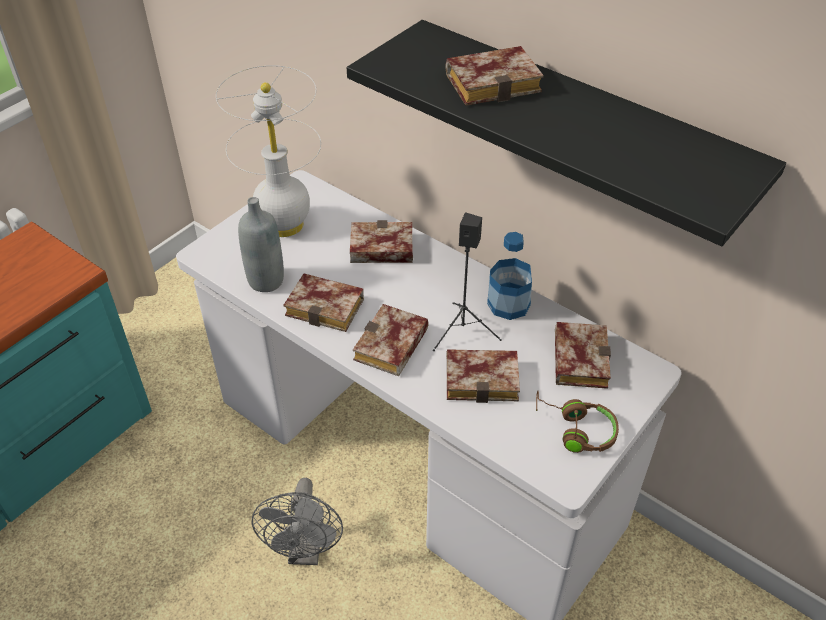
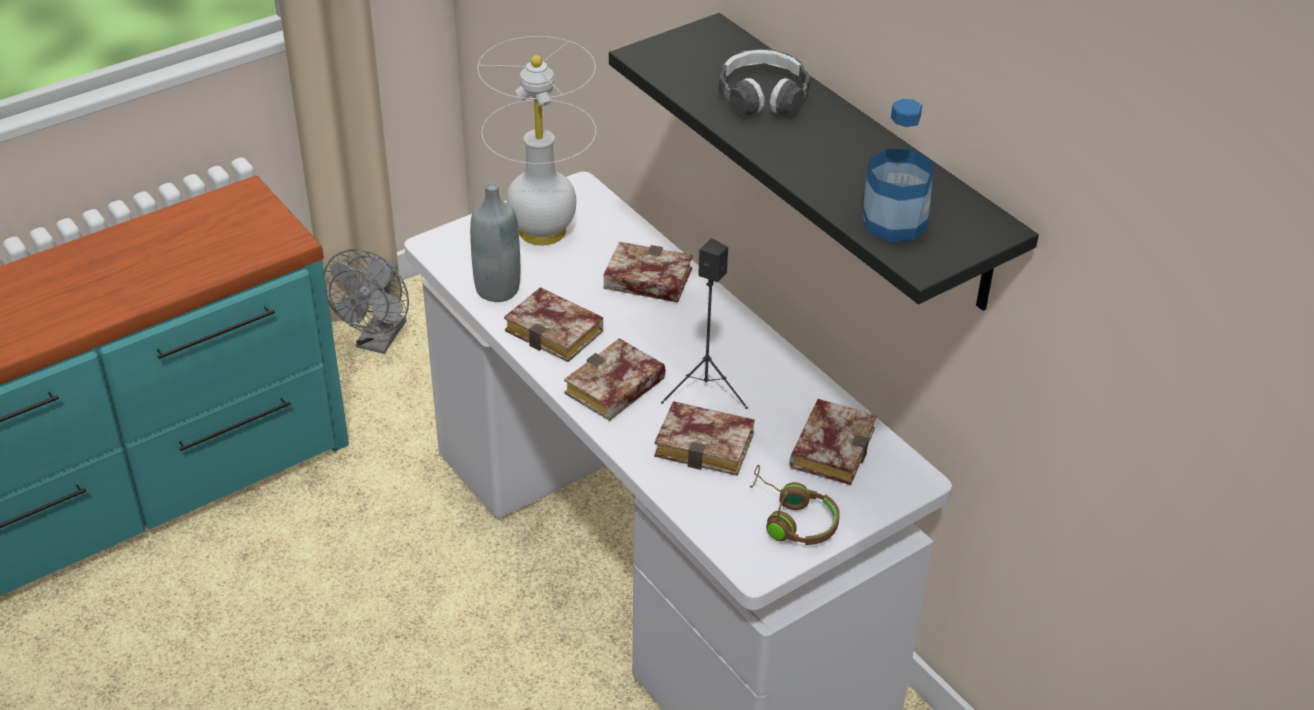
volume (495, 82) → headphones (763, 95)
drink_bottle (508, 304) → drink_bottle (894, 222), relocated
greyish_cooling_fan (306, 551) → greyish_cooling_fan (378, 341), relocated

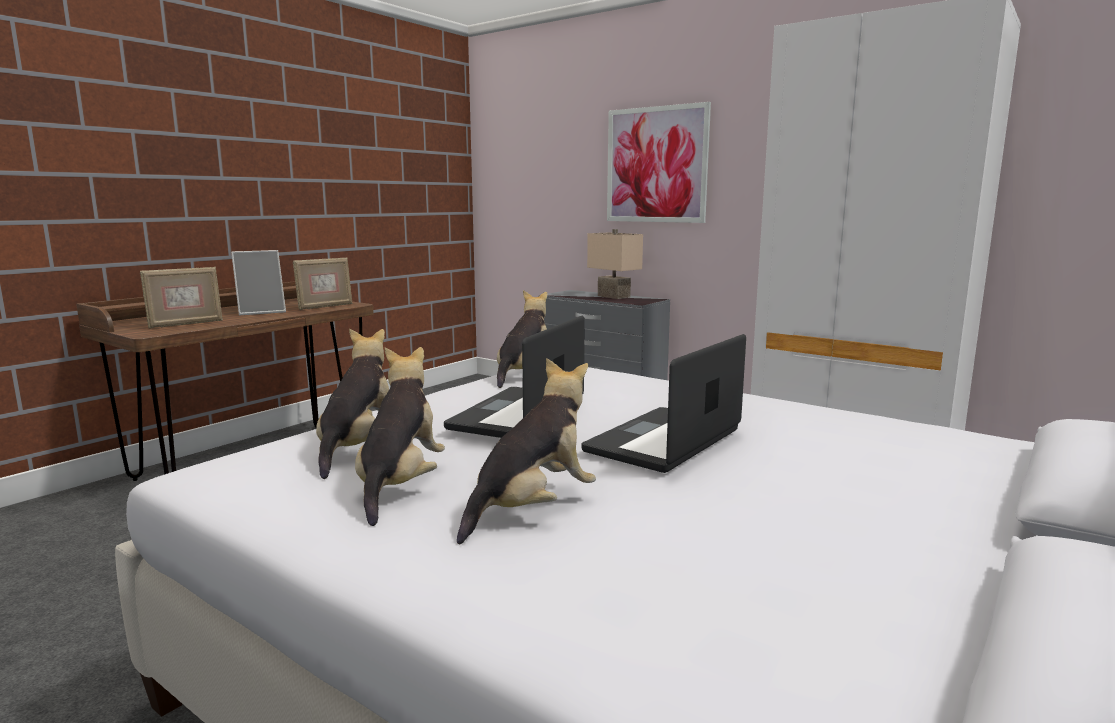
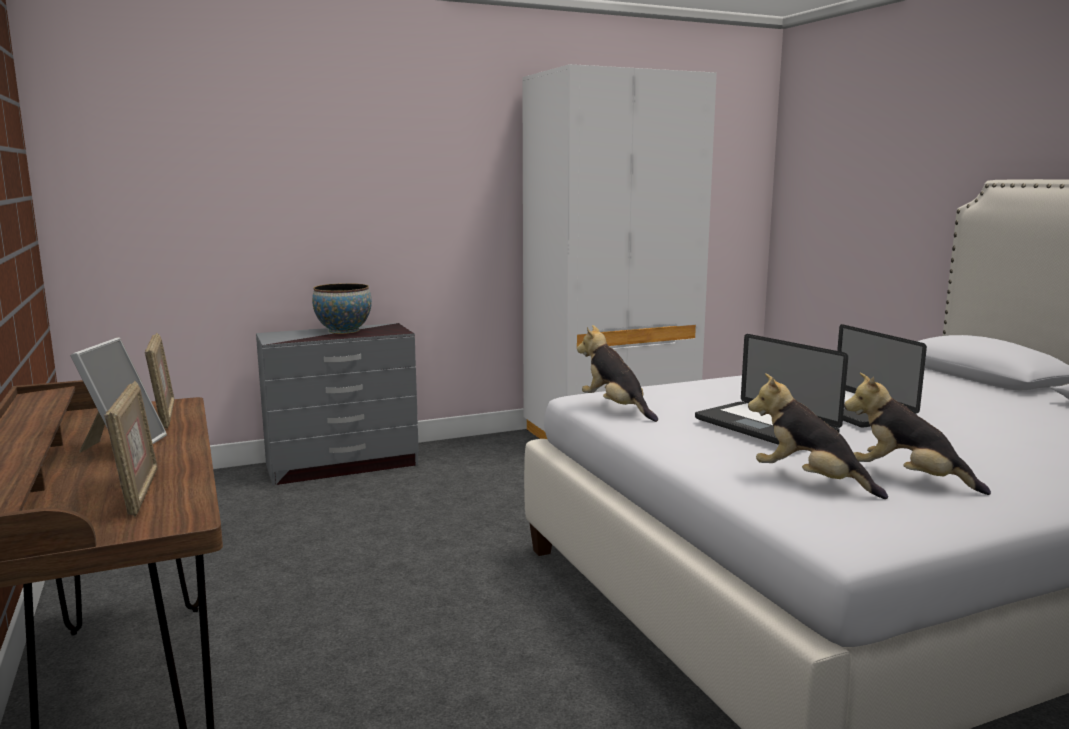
wall_art (656, 165) → -
sand-coloured_lamp_for_a_table (612, 296) → deep_dish (343, 331)
plush_toy (532, 508) → -

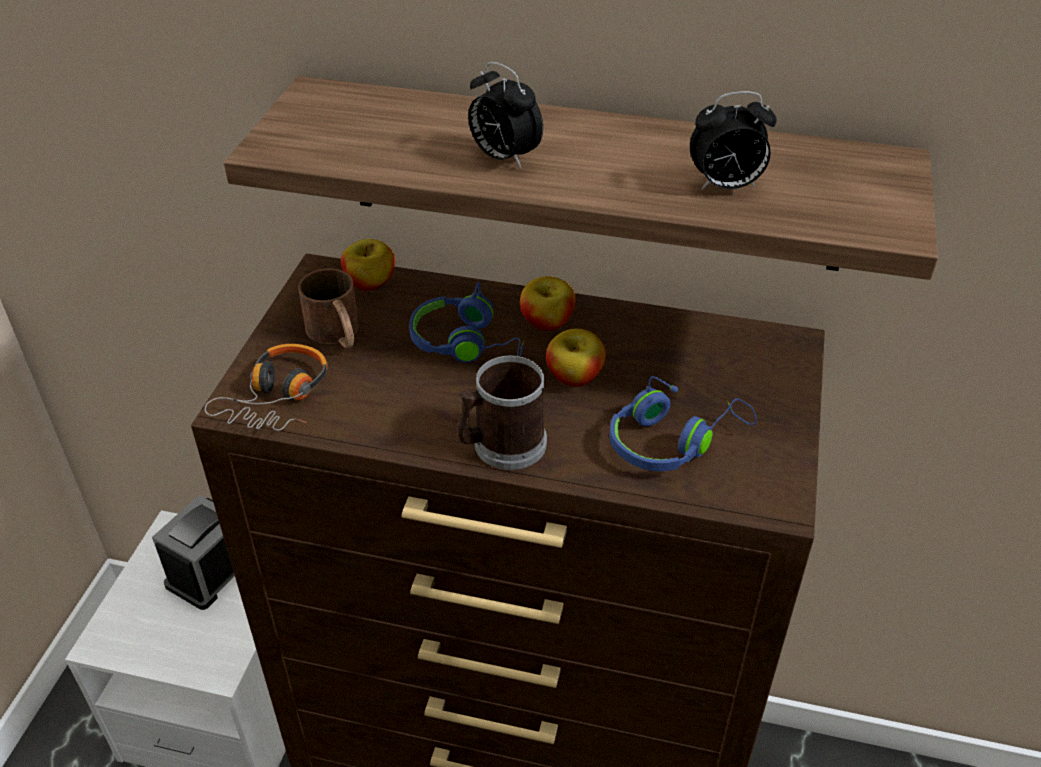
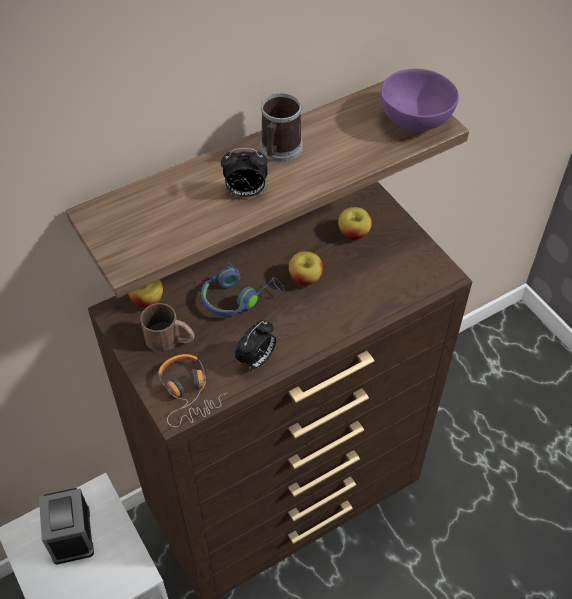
table_clock (725, 186) → table_clock (256, 360), relocated
whole_apple (547, 322) → whole_apple (354, 233), relocated
tea_mug (502, 445) → tea_mug (279, 150), relocated
bluish_headphones (672, 440) → -
- → purple-coloured_deep_dish (413, 119)

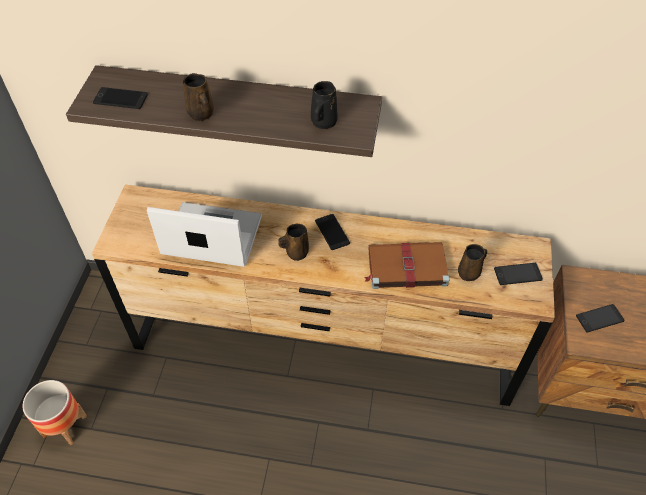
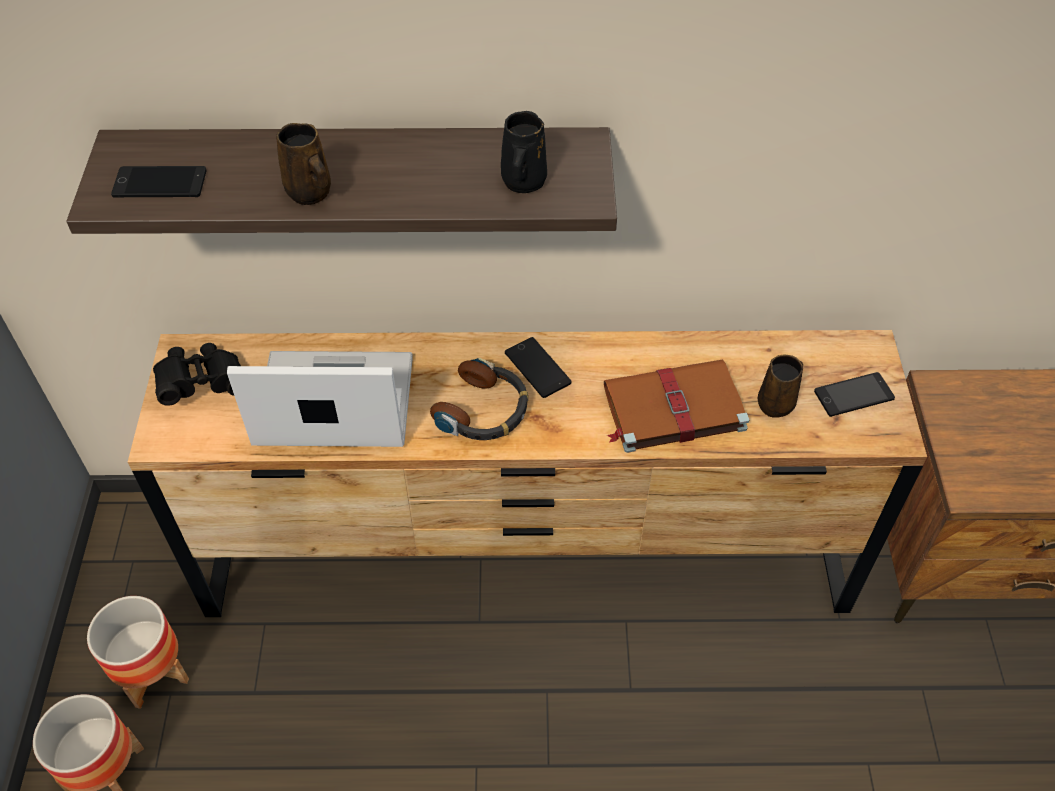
brownish_tea_mug (295, 252) → headphones (484, 410)
phone (599, 318) → -
- → black-coloured_binoculars (203, 384)
- → plant_pot (153, 673)

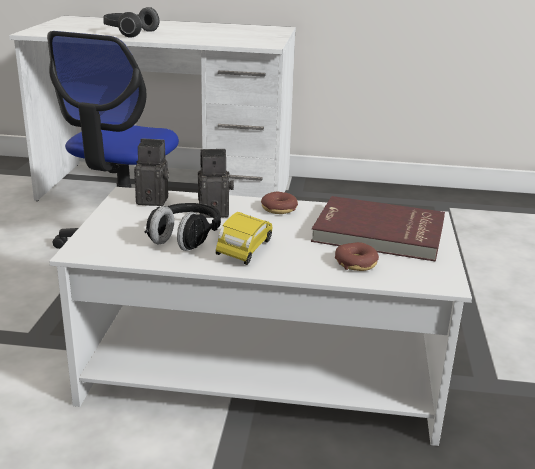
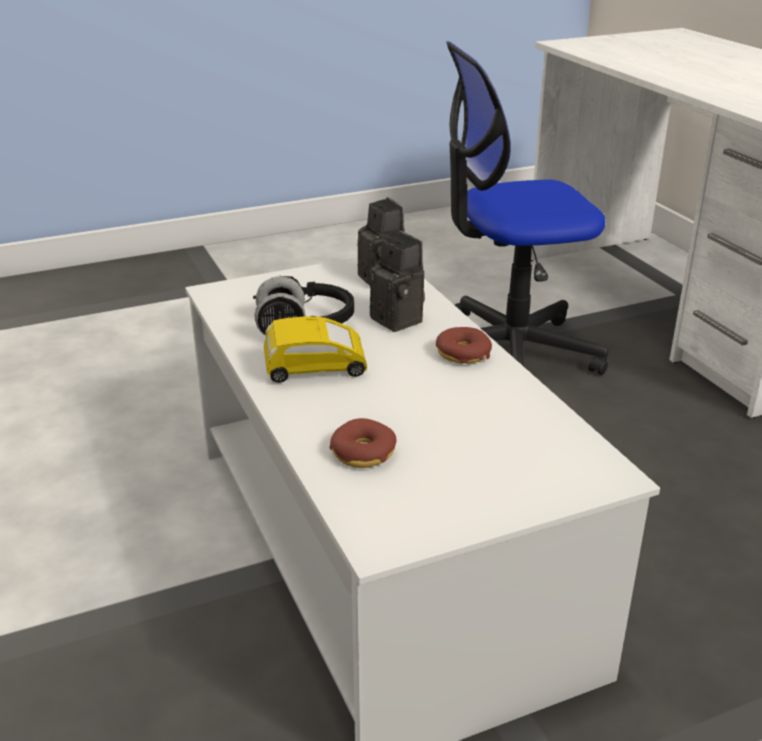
headphones (129, 33) → -
red-coloured_volume (378, 233) → -

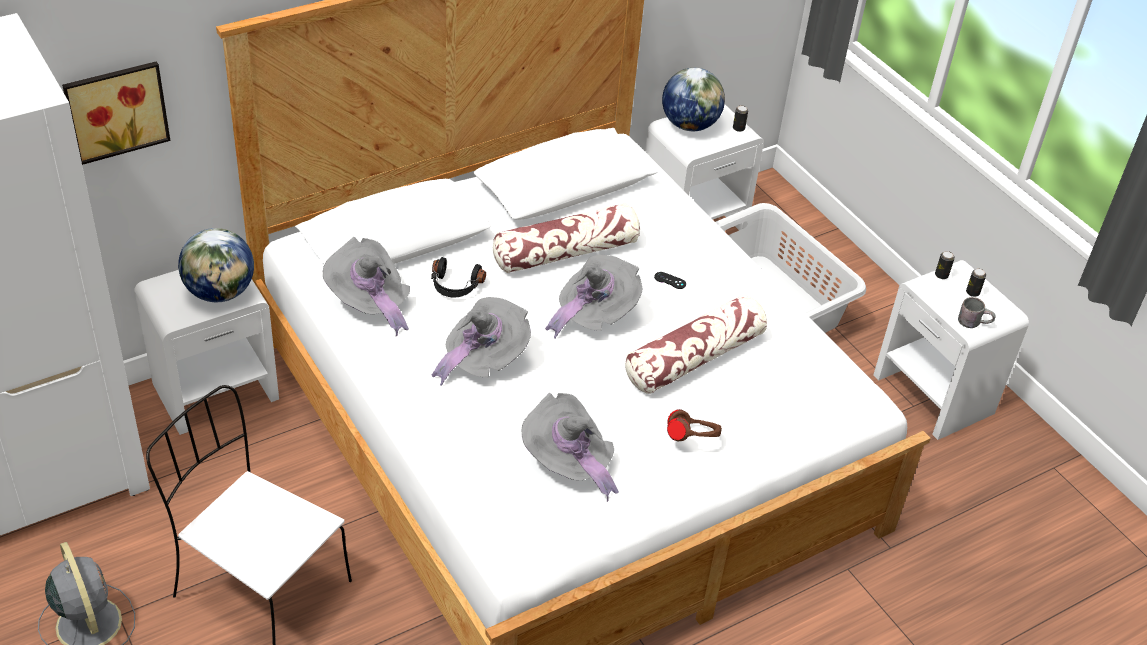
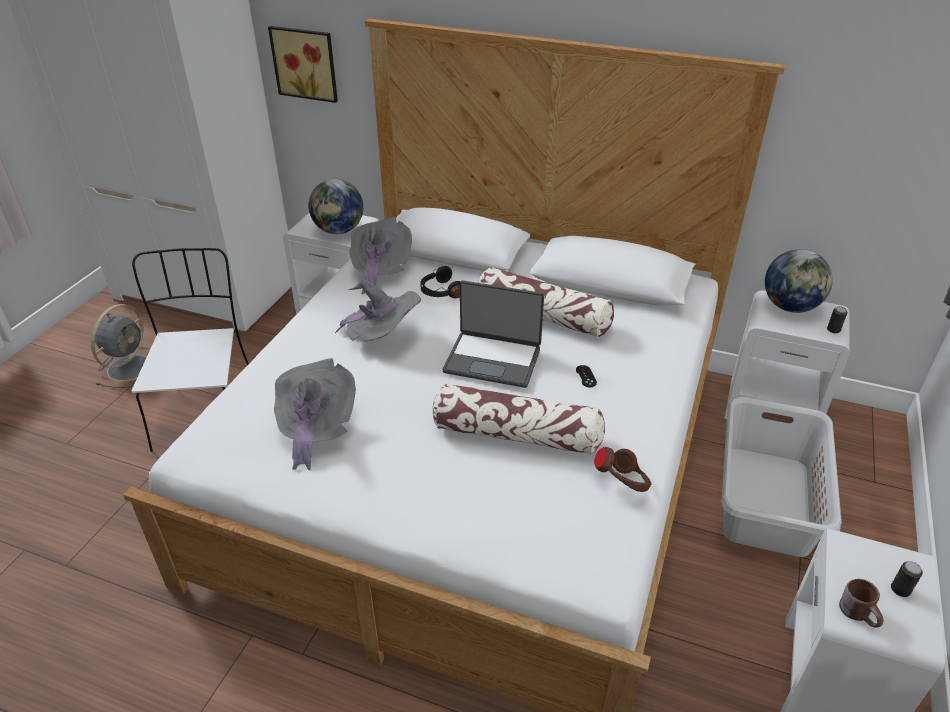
metal_can (941, 275) → -
greyish_wearable_hat (594, 315) → notebook_computer (493, 359)
greyish_tea_mug (973, 321) → brownish_tea_mug (860, 614)
brownish_headphones (692, 440) → brownish_headphones (622, 484), relocated

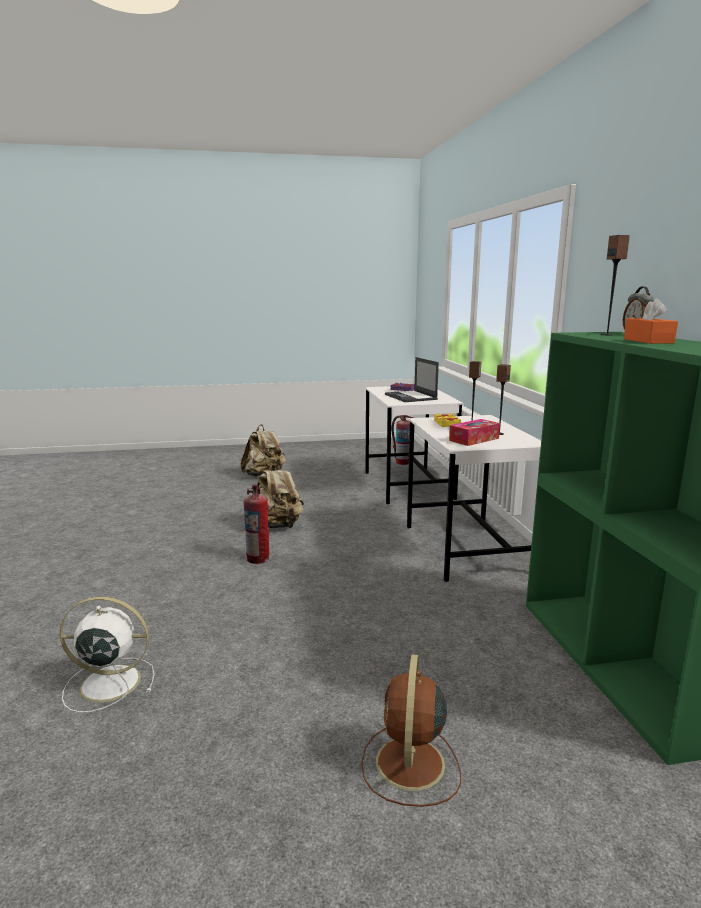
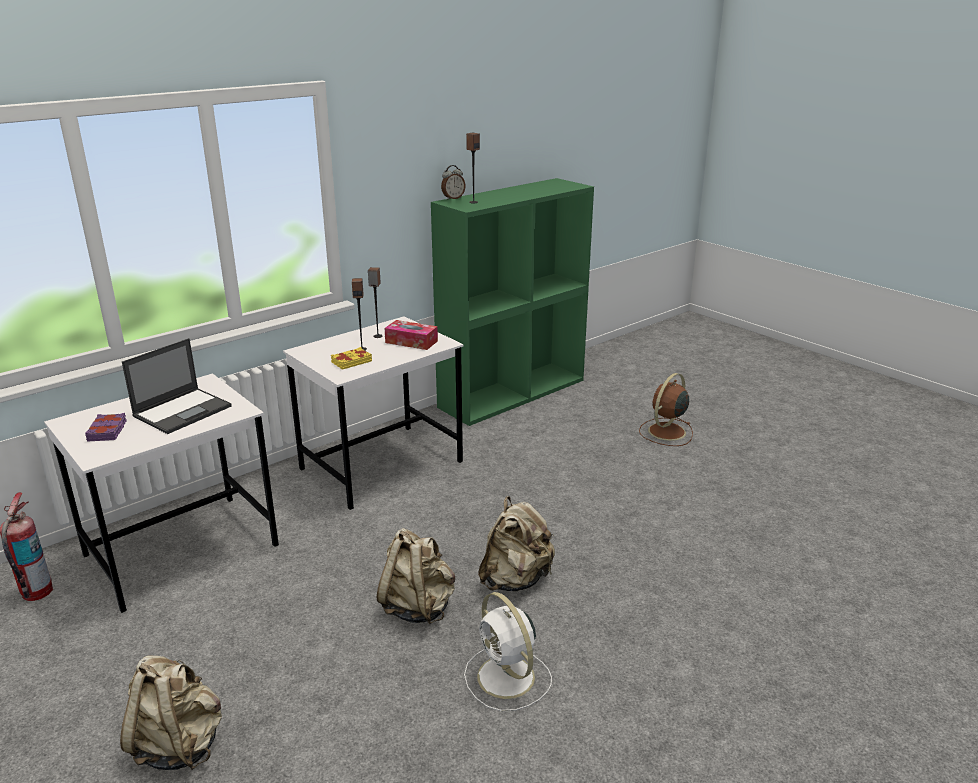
orange-coloured_tissue_box (648, 341) → -
fire_extinguisher (258, 558) → sand-coloured_knapsack (515, 579)
whitish_cooling_fan (107, 683) → whitish_cooling_fan (507, 679), relocated
brownish_cooling_fan (410, 765) → brownish_cooling_fan (666, 432), 150 degrees clockwise

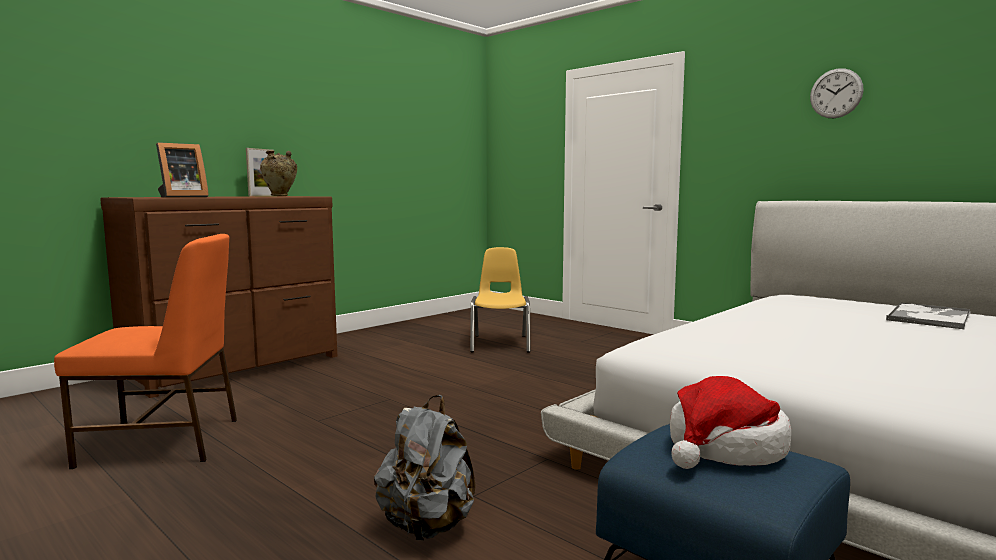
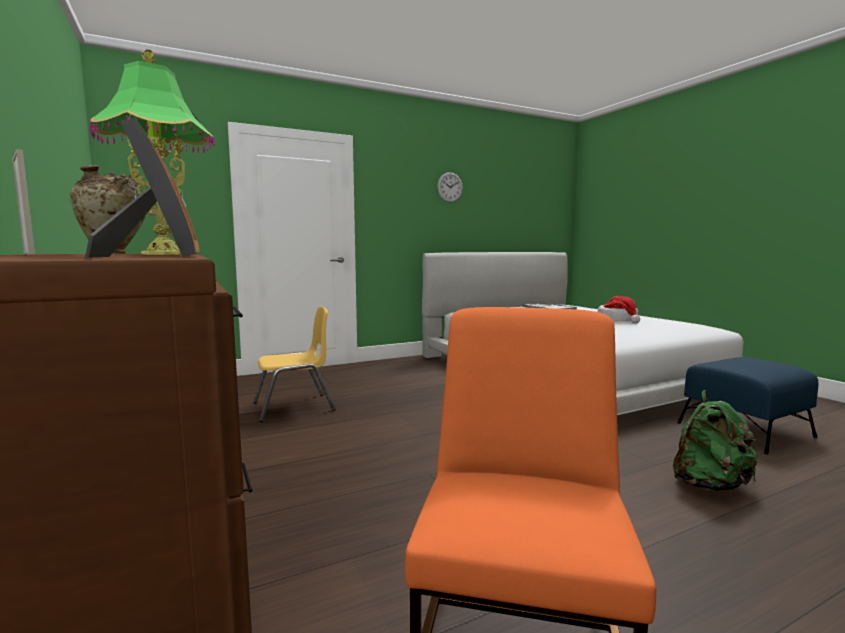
yellowish_plain_chair (500, 344) → yellowish_plain_chair (294, 407), 135 degrees clockwise
wearable_hat (725, 448) → wearable_hat (618, 320), relocated
greyish_knapsack (427, 526) → green_knapsack (709, 485)
- → lamp_for_a_table (164, 254)

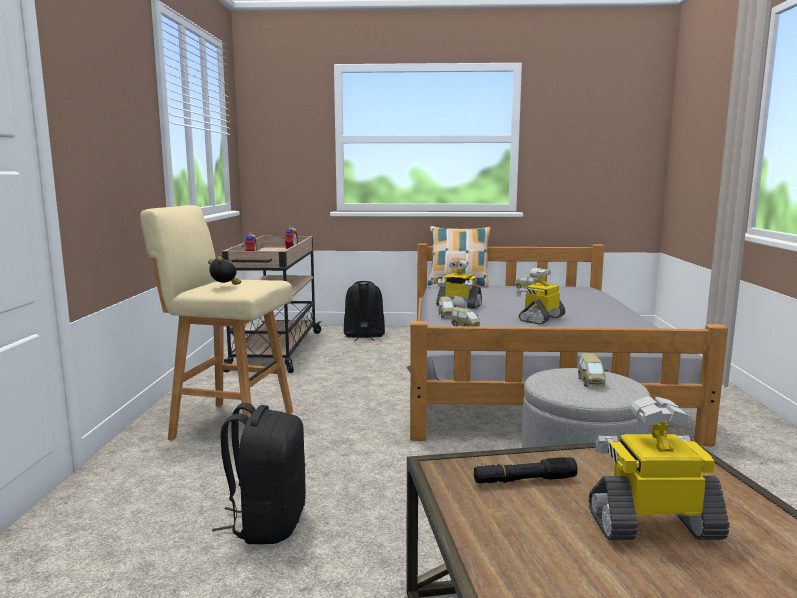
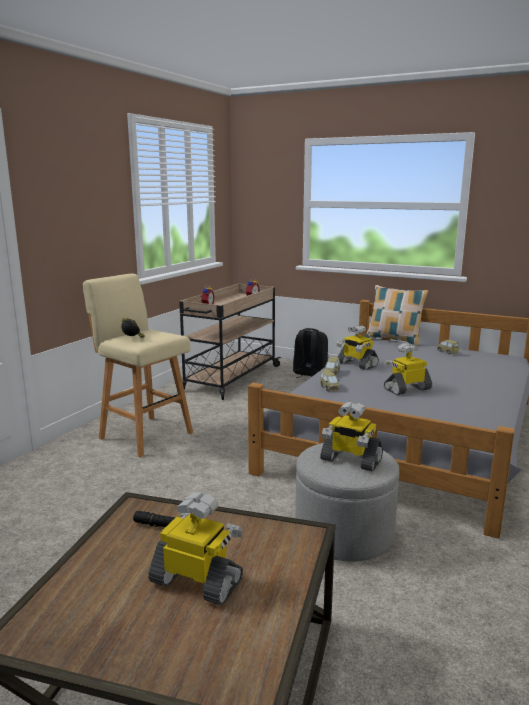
model_car (591, 382) → toy_robot (350, 460)
black-coloured_knapsack (267, 523) → -

